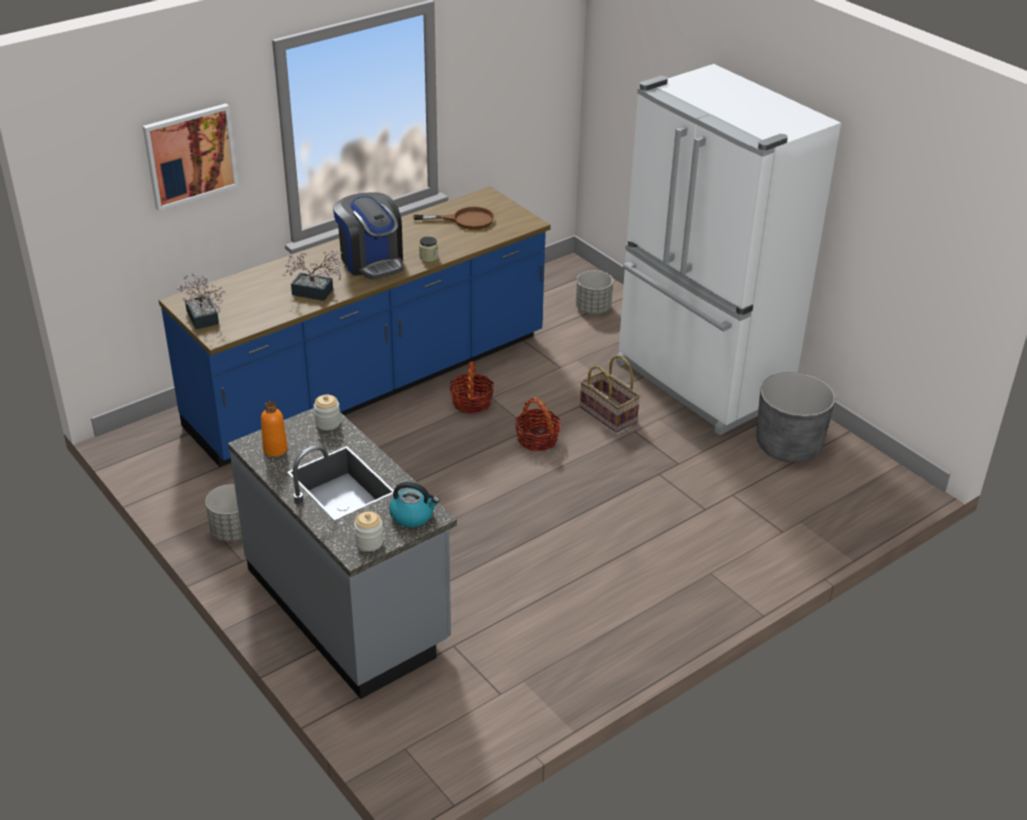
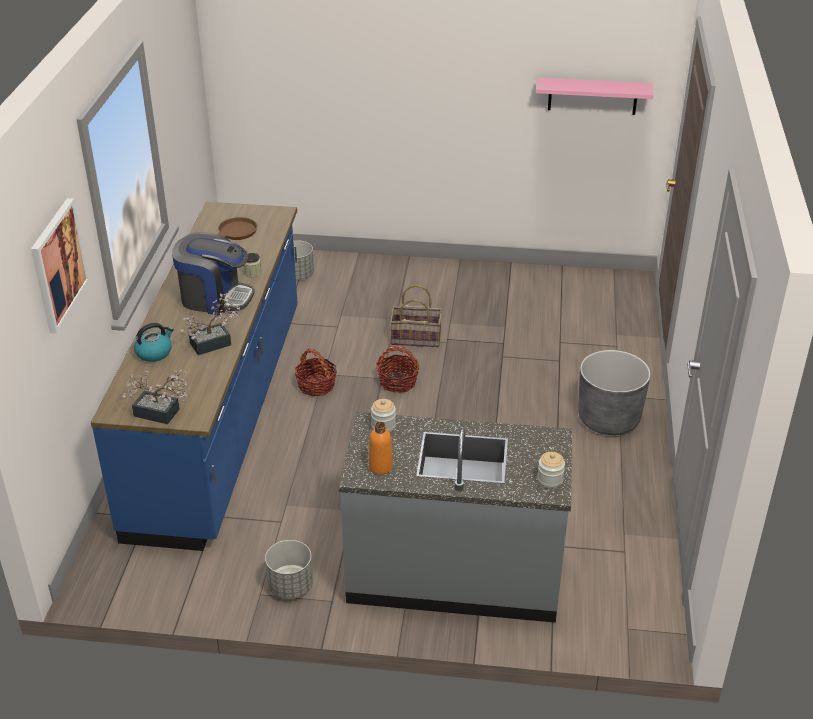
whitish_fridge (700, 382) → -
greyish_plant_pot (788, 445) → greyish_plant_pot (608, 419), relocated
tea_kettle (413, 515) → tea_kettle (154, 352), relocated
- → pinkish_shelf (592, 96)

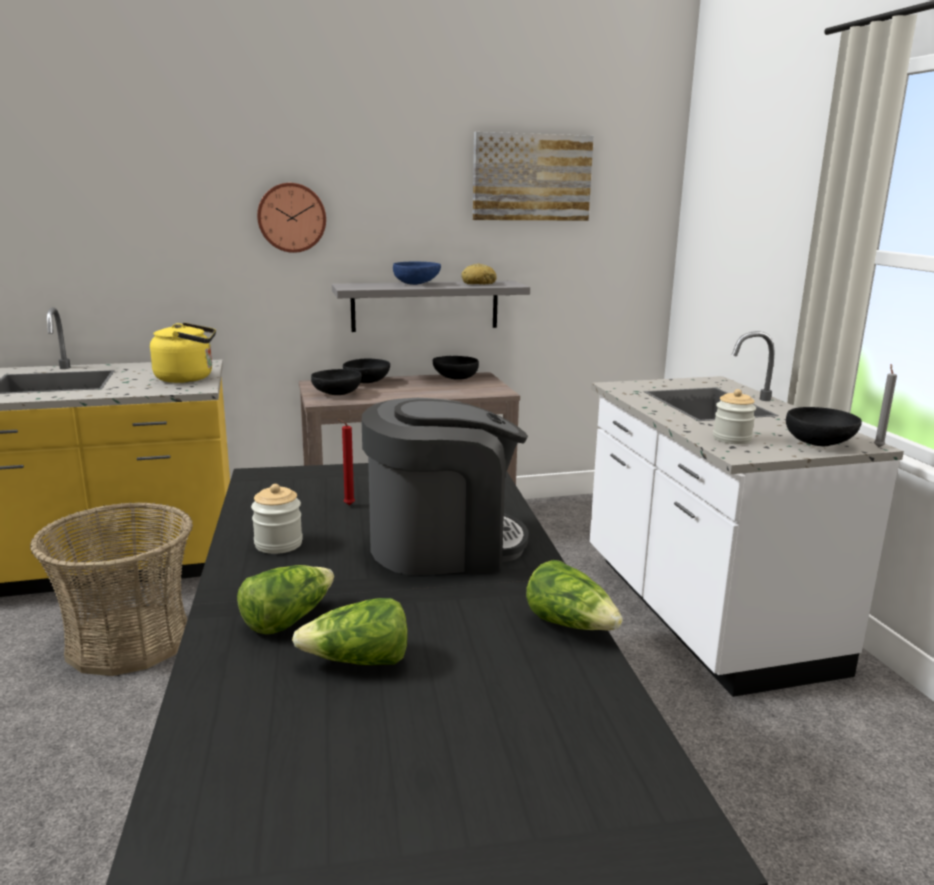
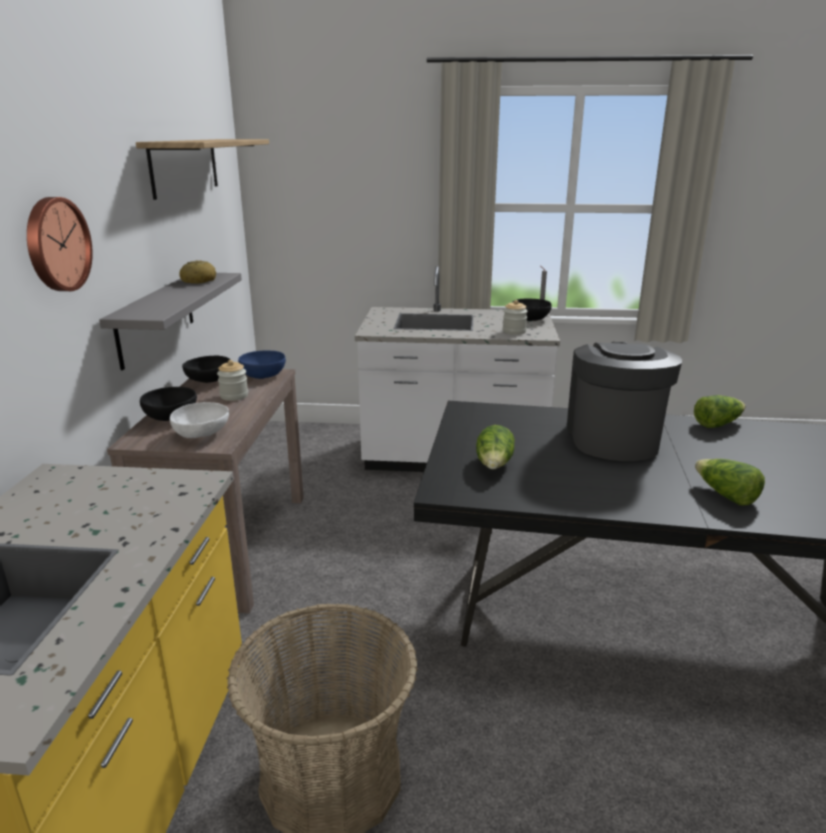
wall_art (531, 177) → shelf (185, 166)
bluish_deep_dish (417, 284) → bluish_deep_dish (263, 375), relocated
yellowish_tea_kettle (188, 378) → -
black-coloured_deep_dish (337, 395) → whitish_deep_dish (202, 435)
red-coloured_wax_light (347, 505) → -
storage_jar (278, 544) → storage_jar (234, 396), relocated
lettuce (358, 662) → lettuce (494, 465), relocated

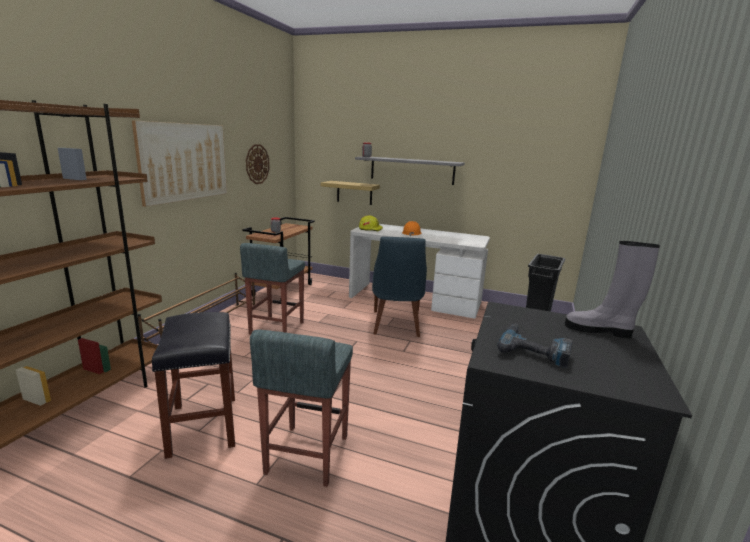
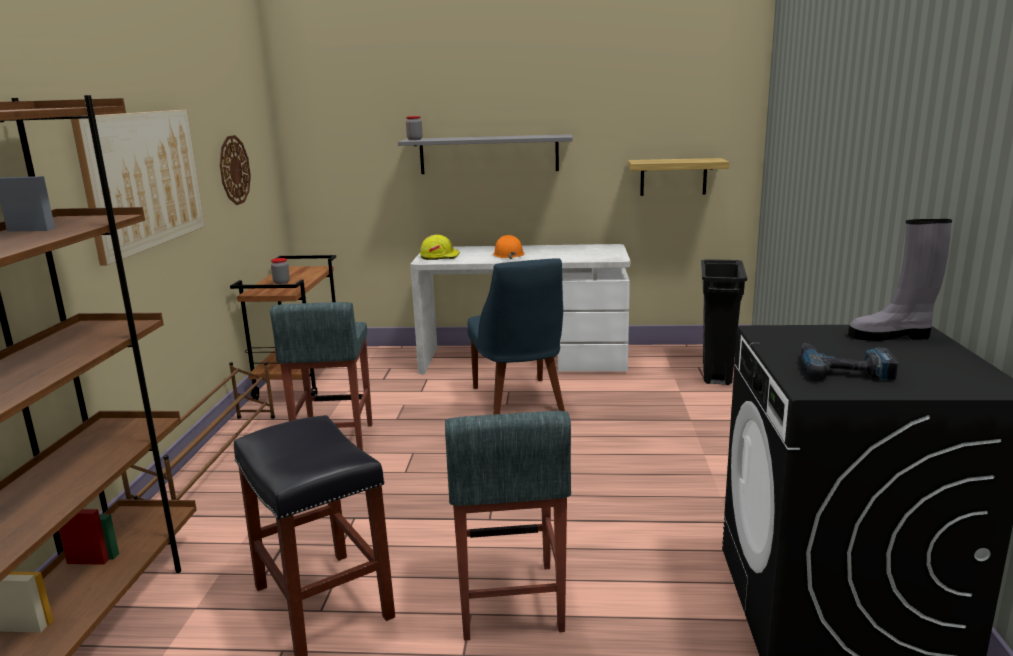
shelf (354, 193) → shelf (673, 177), relocated

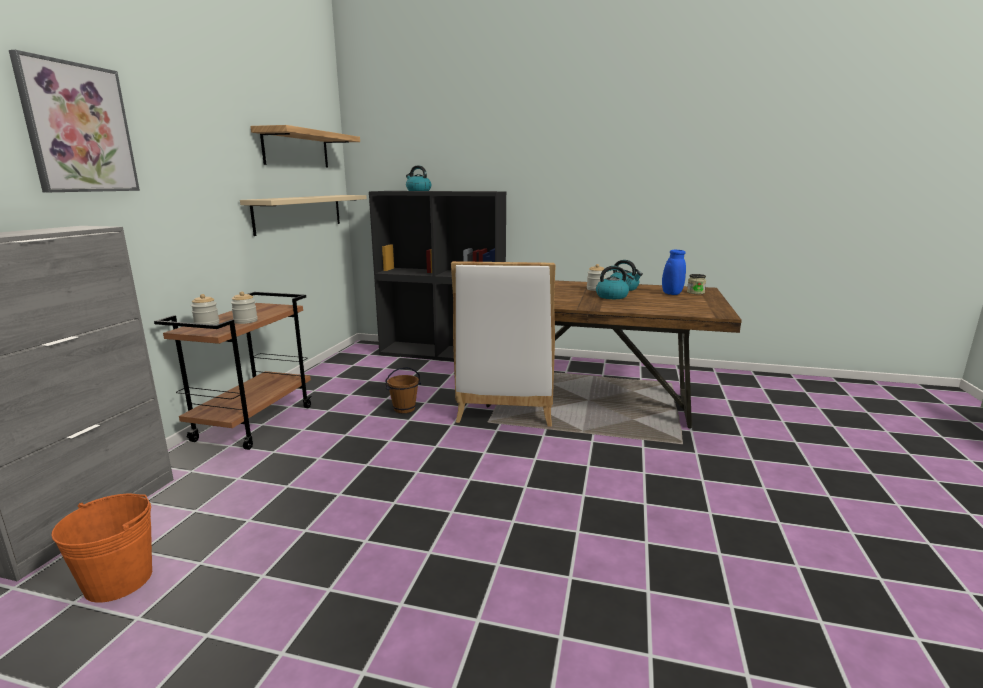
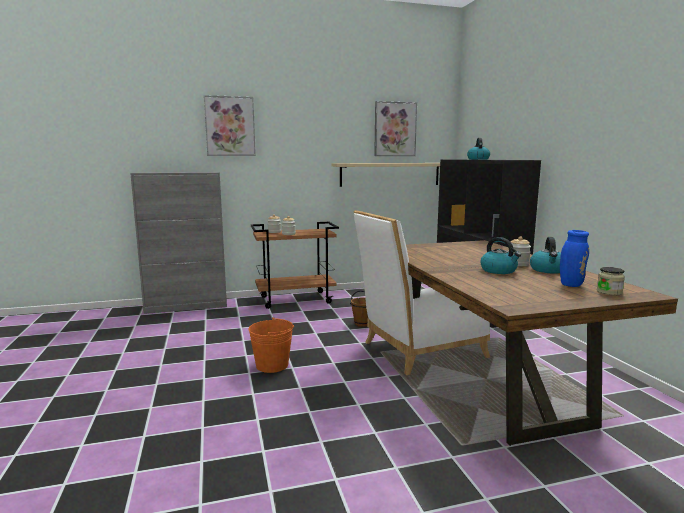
shelf (296, 149) → wall_art (395, 129)
orange-coloured_water_bucket (119, 580) → orange-coloured_water_bucket (272, 365), relocated

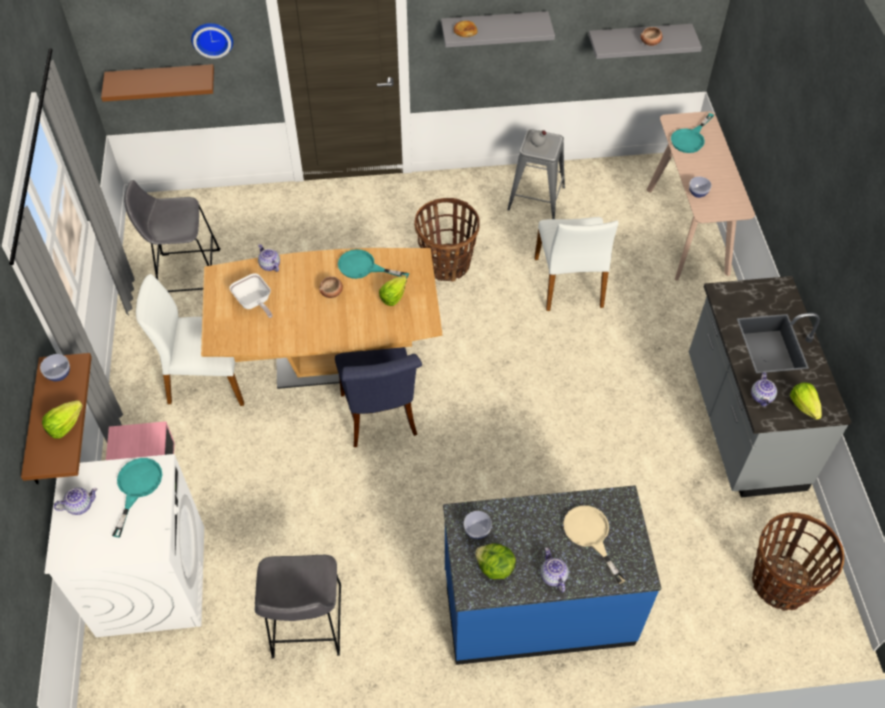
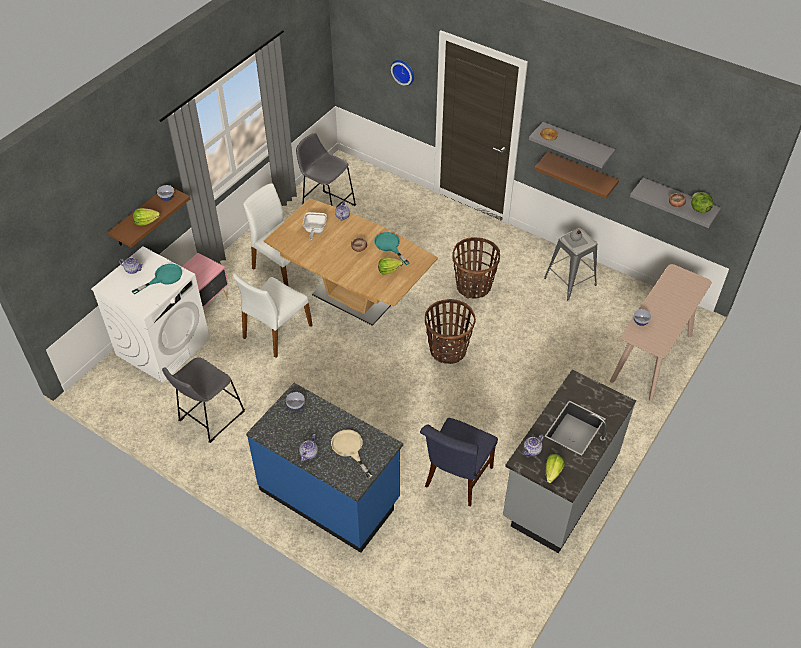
brownish_shelf (162, 80) → brownish_shelf (581, 174), relocated
turquoise_frying_pan (690, 138) → -
whitish_plain_chair (570, 283) → whitish_plain_chair (276, 331), relocated
bluish_plain_chair (380, 418) → bluish_plain_chair (456, 480), relocated
sand-coloured_frying_pan (590, 535) → sand-coloured_frying_pan (350, 449), 45 degrees counterclockwise
storage_basket (780, 583) → storage_basket (447, 350), relocated
lettuce (494, 568) → lettuce (699, 209), relocated

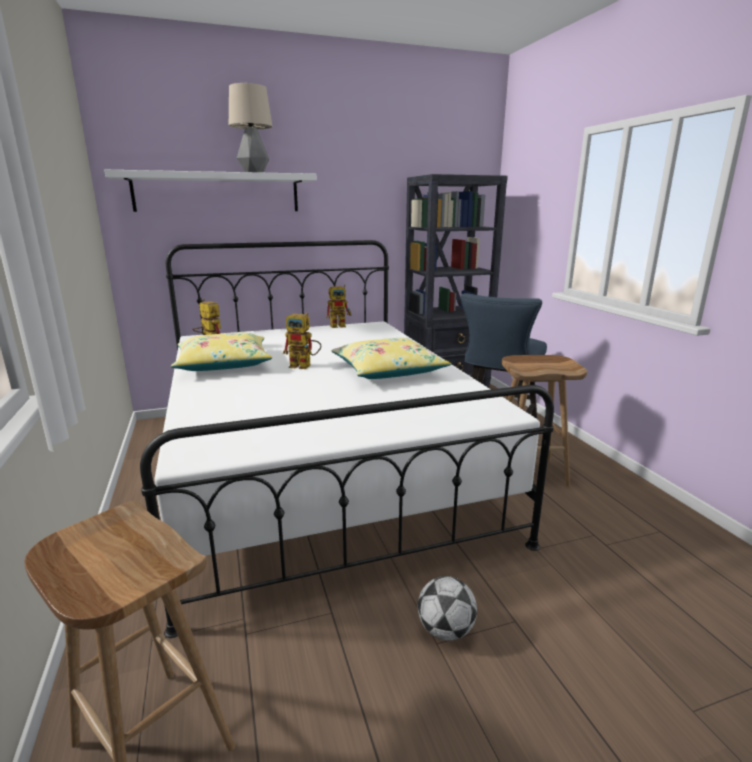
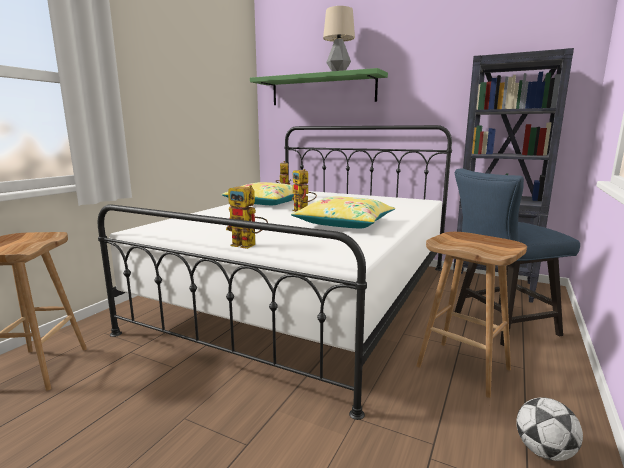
whitish_shelf (217, 193) → green_shelf (322, 90)
toy_robot (341, 325) → toy_robot (249, 245), relocated
football_ball (445, 630) → football_ball (544, 451), relocated

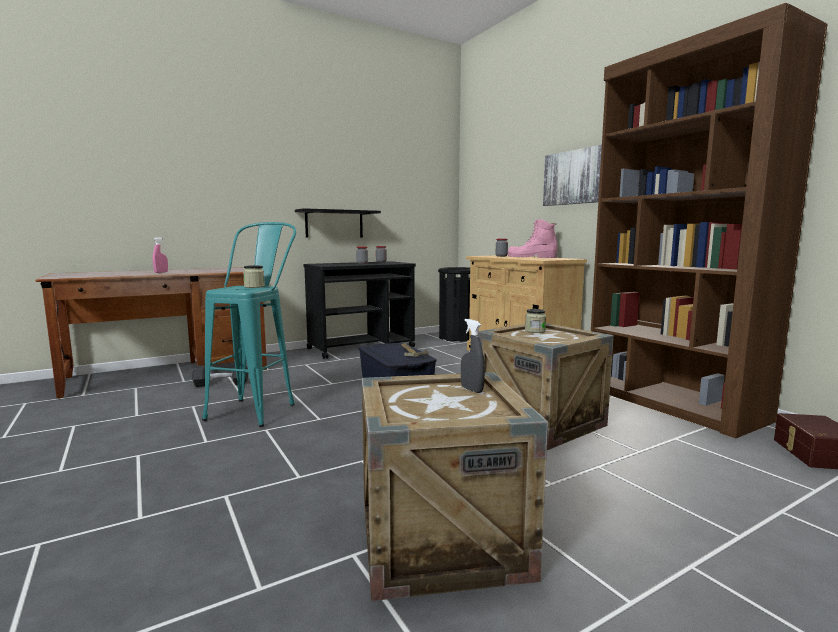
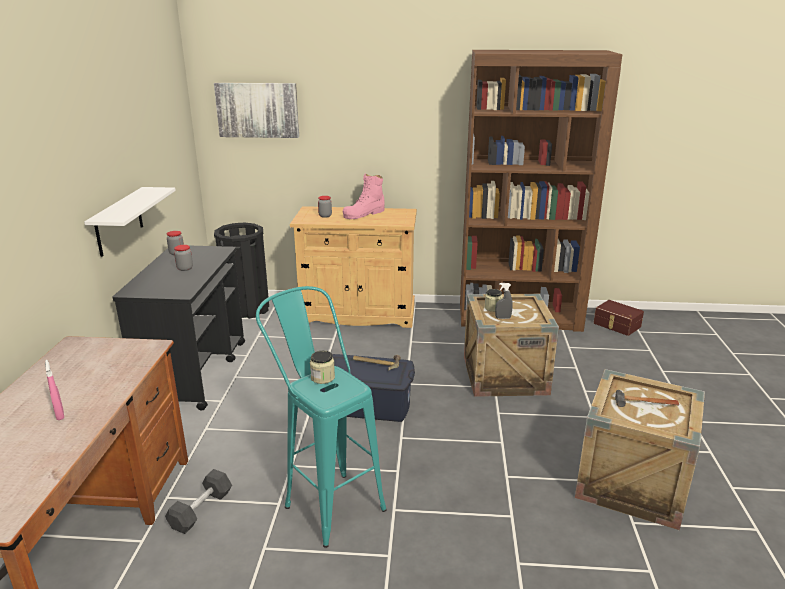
wall_art (577, 177) → wall_art (257, 110), relocated
black-coloured_shelf (334, 224) → whitish_shelf (119, 221)
greyish_hand_sprayer (472, 390) → greyish_hand_sprayer (503, 318), relocated
- → hammer (646, 403)

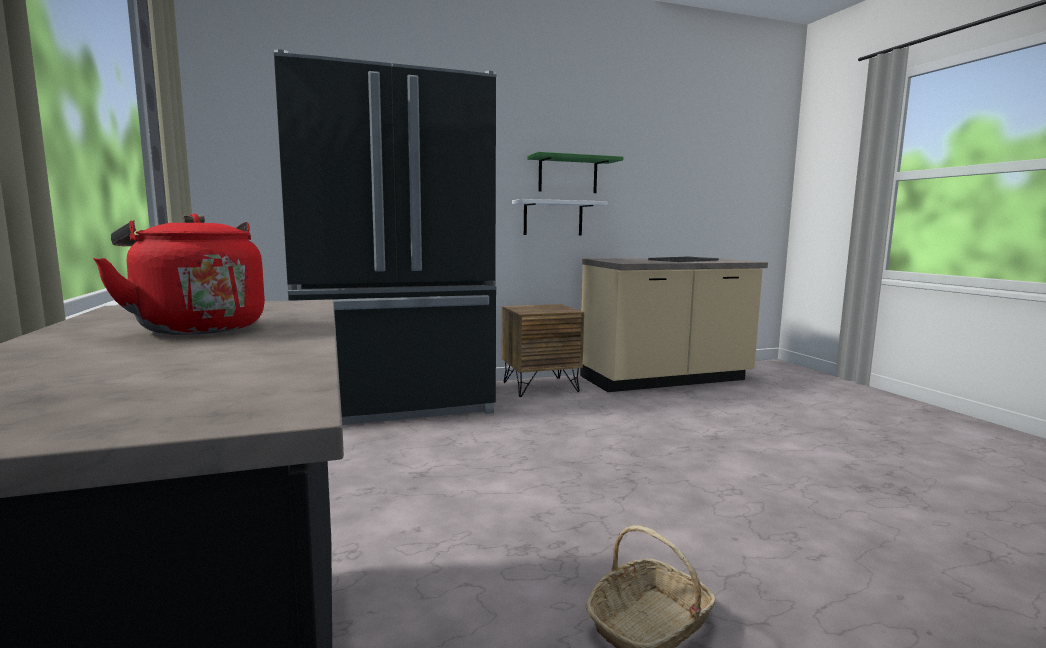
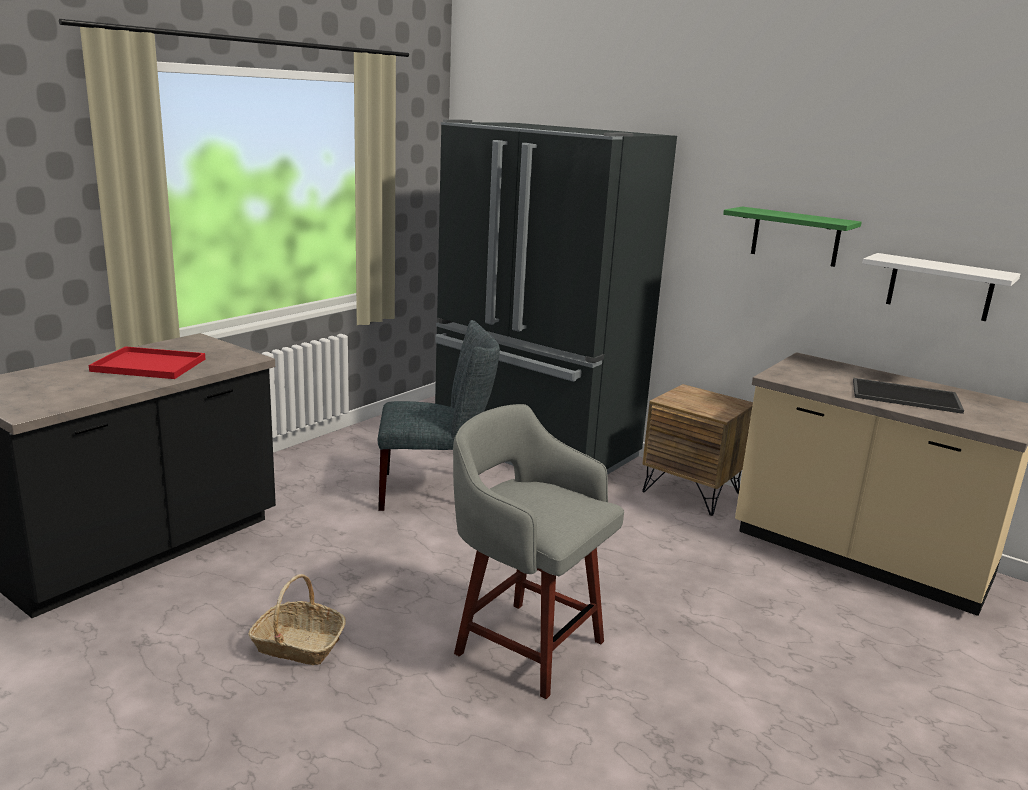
whitish_shelf (553, 218) → whitish_shelf (940, 287), relocated
red-coloured_tea_kettle (197, 327) → red-coloured_serving_tray (151, 365)
- → greyish_plain_chair (435, 491)
- → greyish_sitting_stool (525, 645)

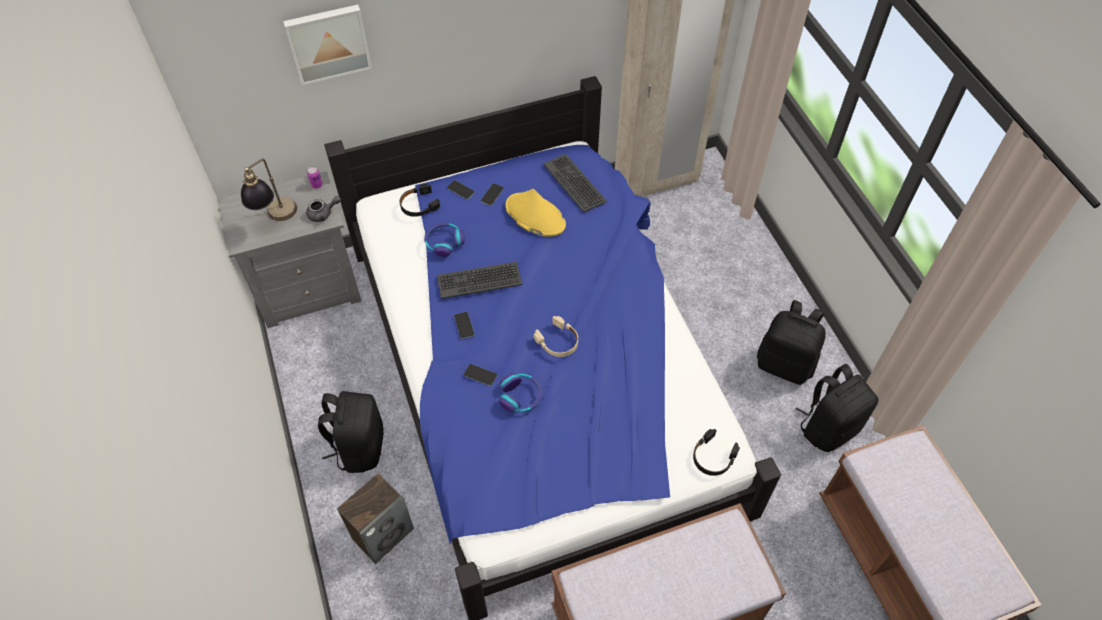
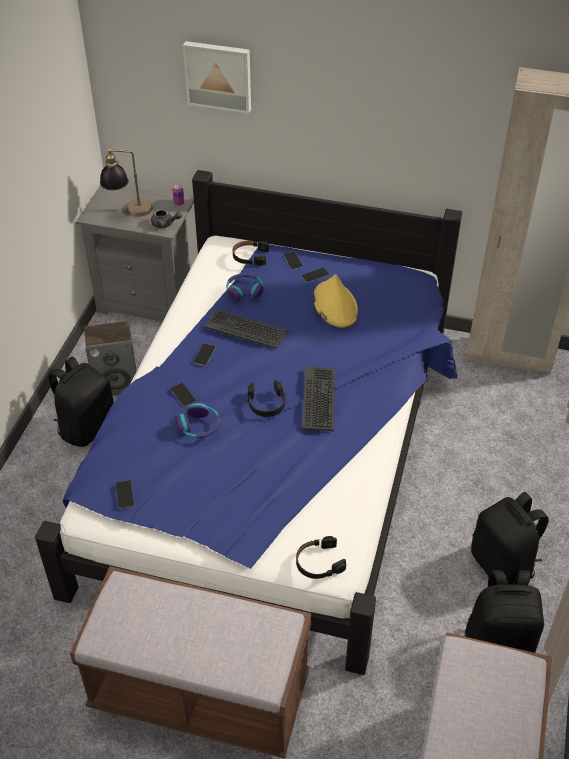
PC_keyboard (575, 183) → PC_keyboard (319, 398), relocated
sand-coloured_headphones (558, 341) → black-coloured_headphones (266, 403)
loudspeaker (383, 533) → loudspeaker (116, 383), relocated
- → phone (124, 494)

